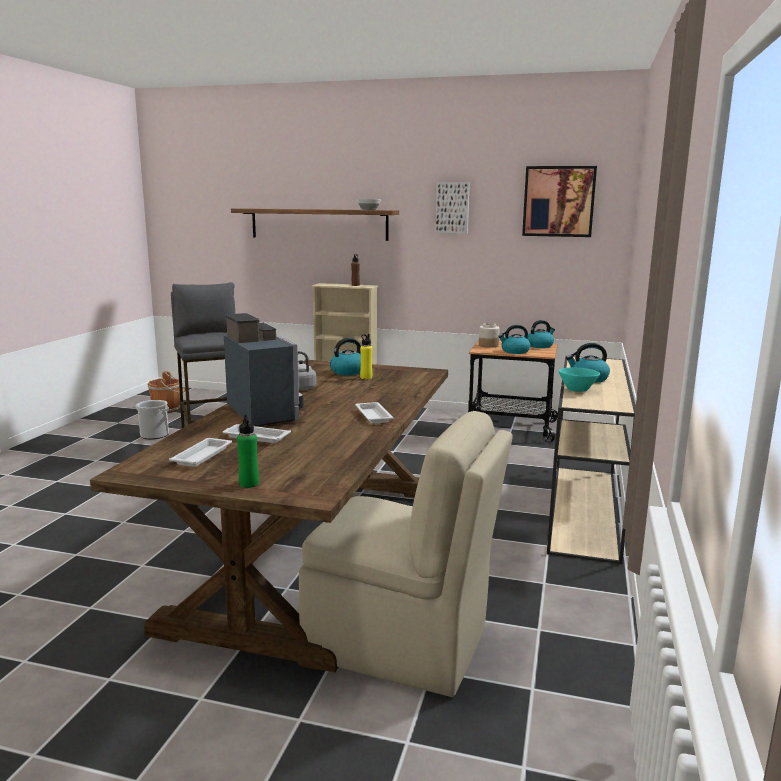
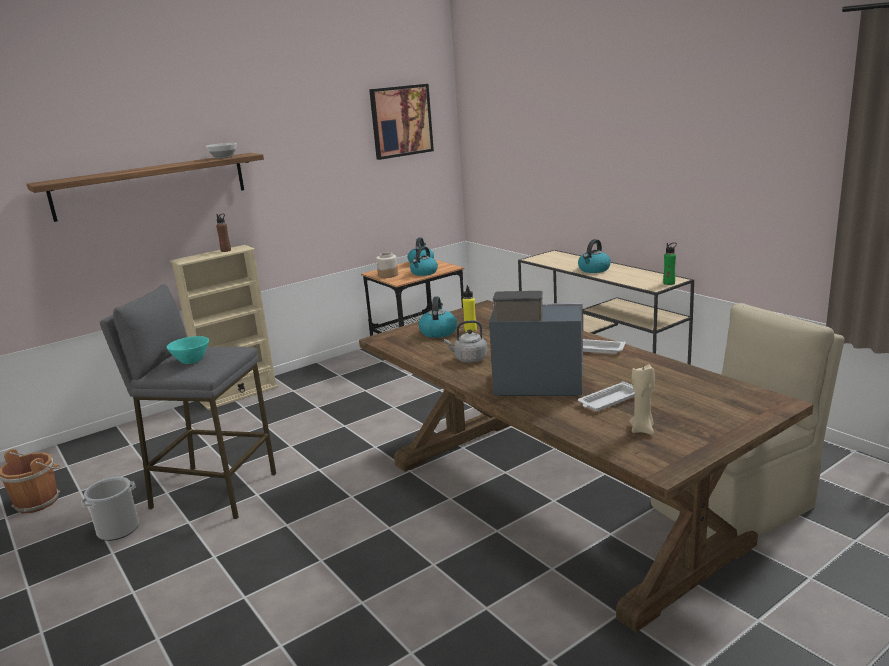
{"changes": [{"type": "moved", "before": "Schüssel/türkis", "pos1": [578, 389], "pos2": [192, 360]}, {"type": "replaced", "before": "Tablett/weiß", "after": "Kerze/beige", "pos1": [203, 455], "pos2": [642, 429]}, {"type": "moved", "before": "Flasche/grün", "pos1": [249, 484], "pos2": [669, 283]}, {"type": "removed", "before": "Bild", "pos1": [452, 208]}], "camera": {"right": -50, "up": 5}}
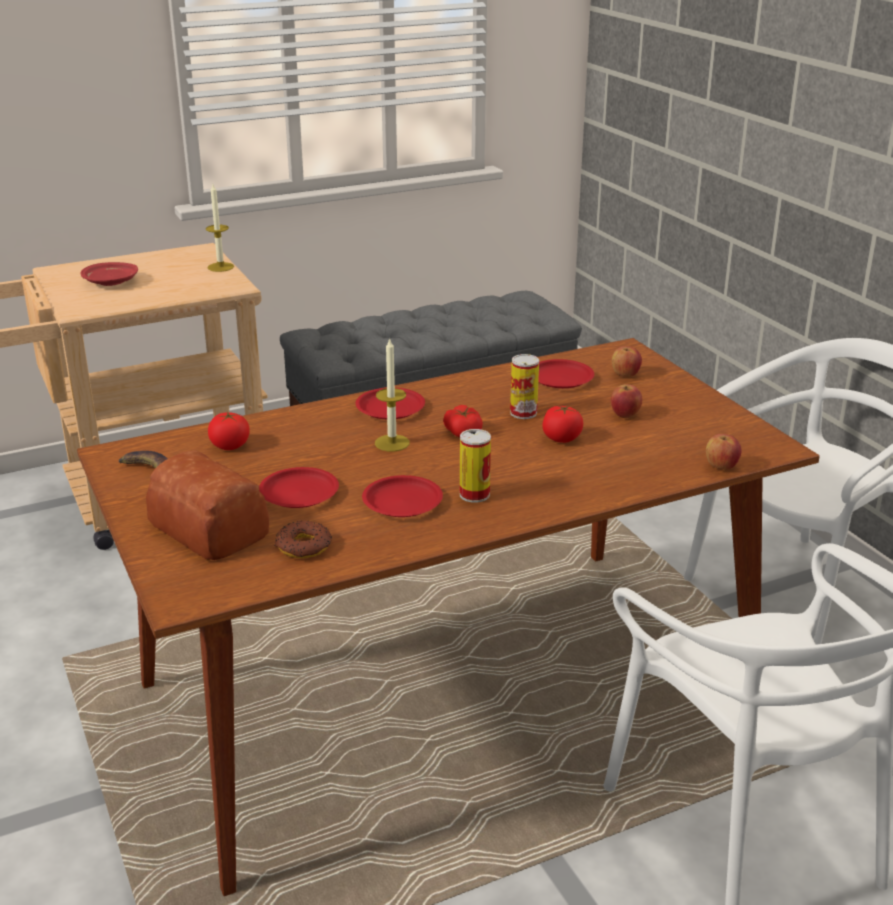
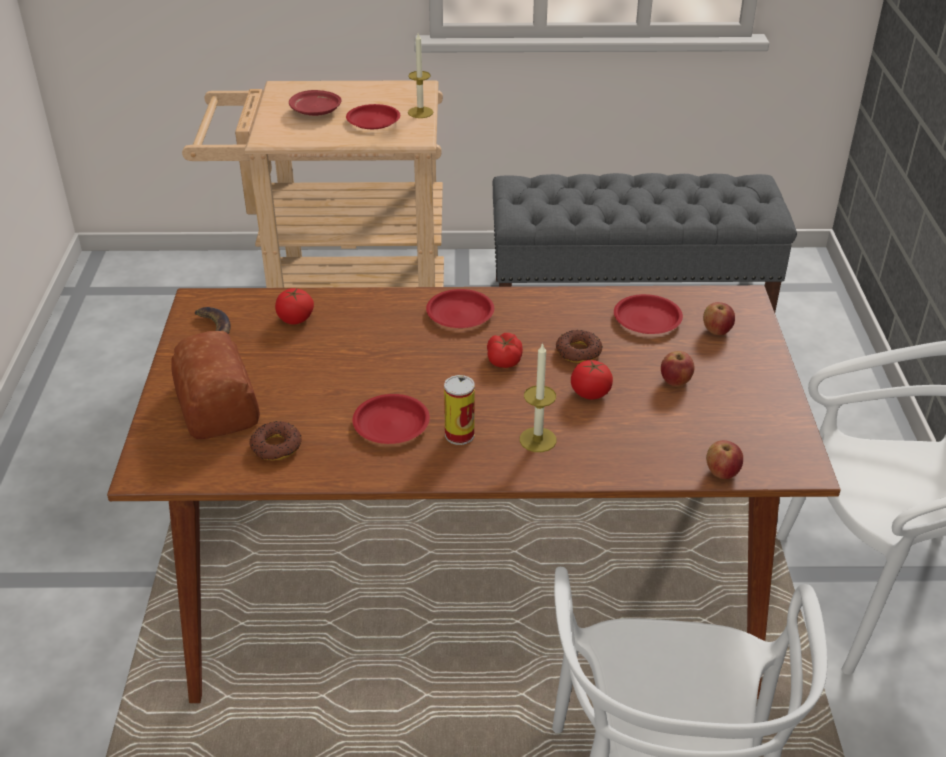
{"changes": [{"type": "moved", "before": "Teller/rot", "pos1": [300, 493], "pos2": [374, 120]}, {"type": "moved", "before": "Kerze", "pos1": [392, 443], "pos2": [538, 439]}, {"type": "replaced", "before": "Dose", "after": "Donut", "pos1": [523, 413], "pos2": [578, 352]}], "camera": {"right": 25, "up": 10}}
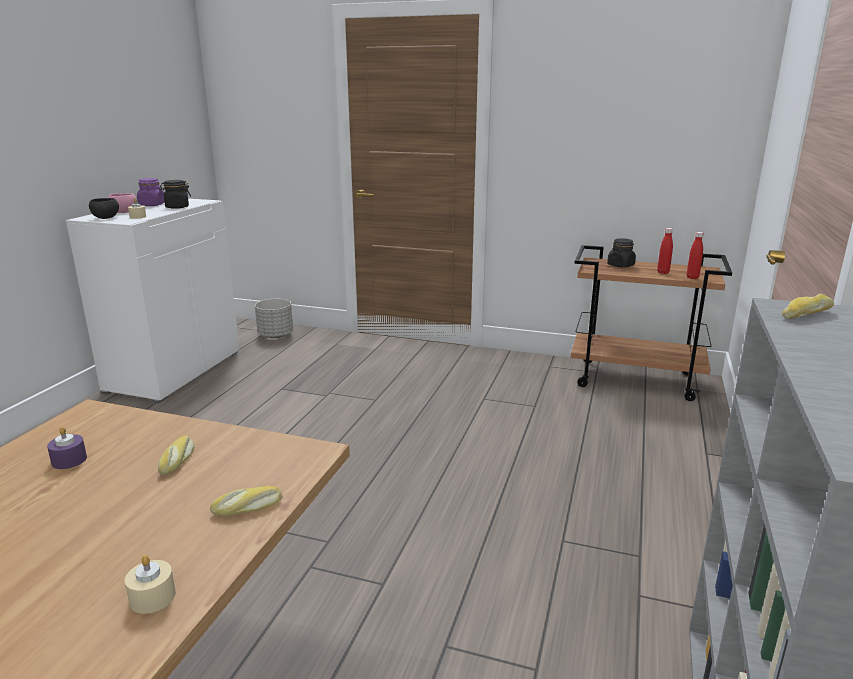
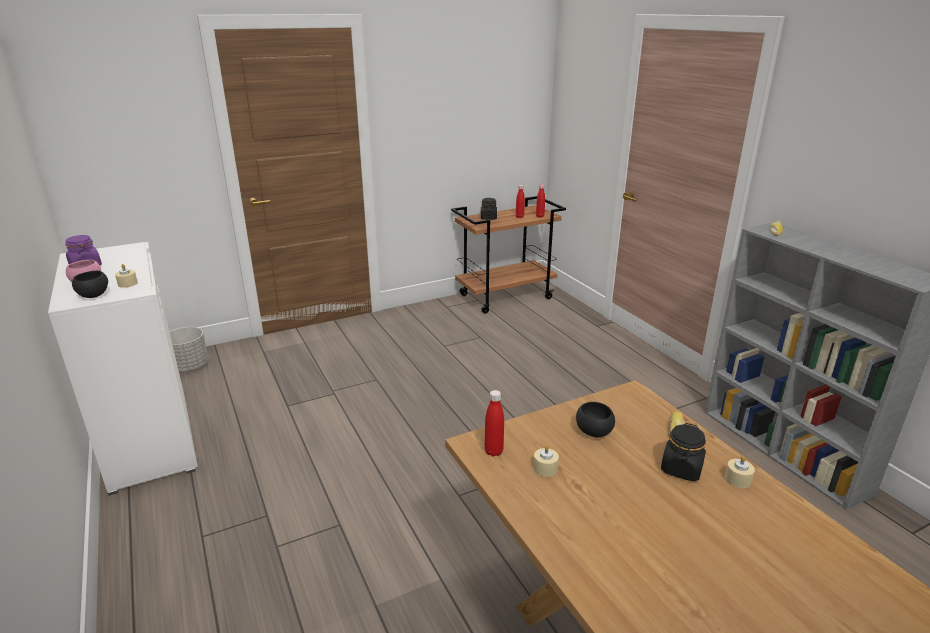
{"changes": [{"type": "added", "after": "Flasche/rot", "pos2": [493, 451]}, {"type": "recoloured", "before": "Kerze/lila", "after": "Kerze/beige", "pos1": [69, 460], "pos2": [545, 468]}, {"type": "replaced", "before": "Brot", "after": "Schüssel/schwarz", "pos1": [178, 460], "pos2": [594, 432]}, {"type": "moved", "before": "Vorratsglas/schwarz", "pos1": [177, 207], "pos2": [681, 469]}], "camera": {"right": -45, "up": 5}}
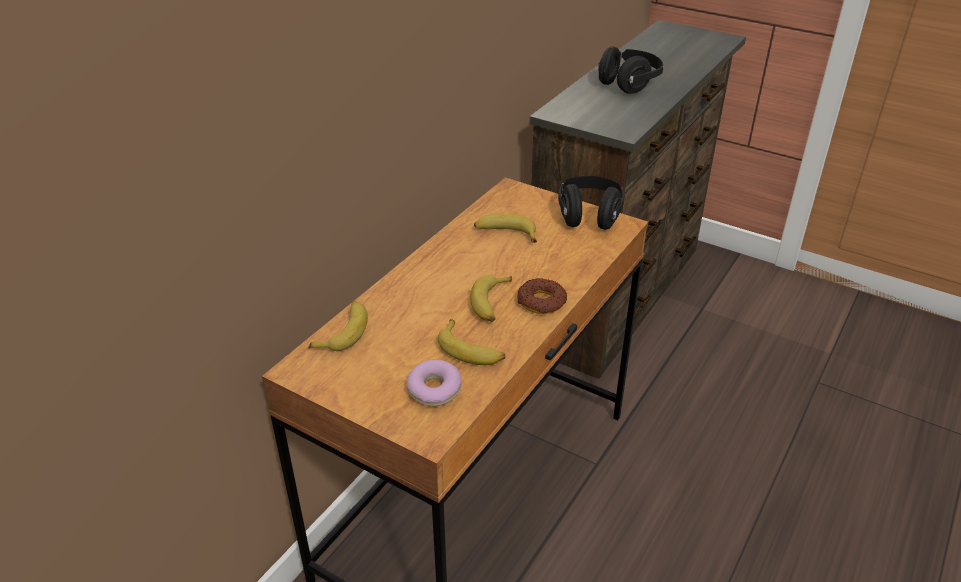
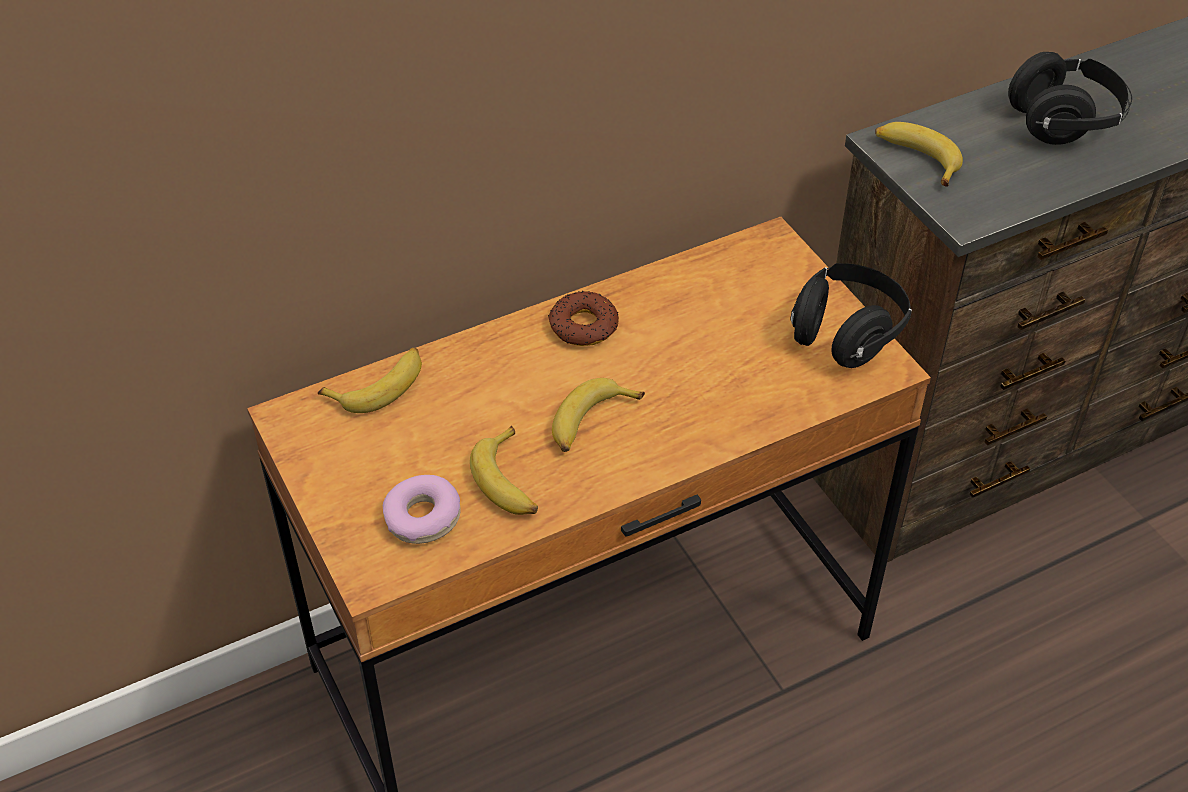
{"changes": [{"type": "moved", "before": "Donut", "pos1": [541, 302], "pos2": [583, 326]}, {"type": "moved", "before": "Banane", "pos1": [505, 233], "pos2": [916, 158]}], "camera": {"right": 30, "up": 10}}
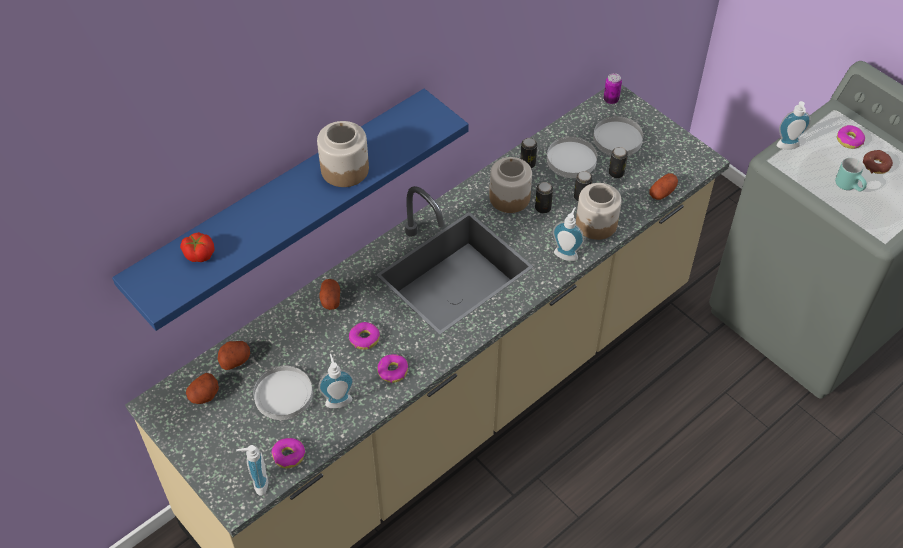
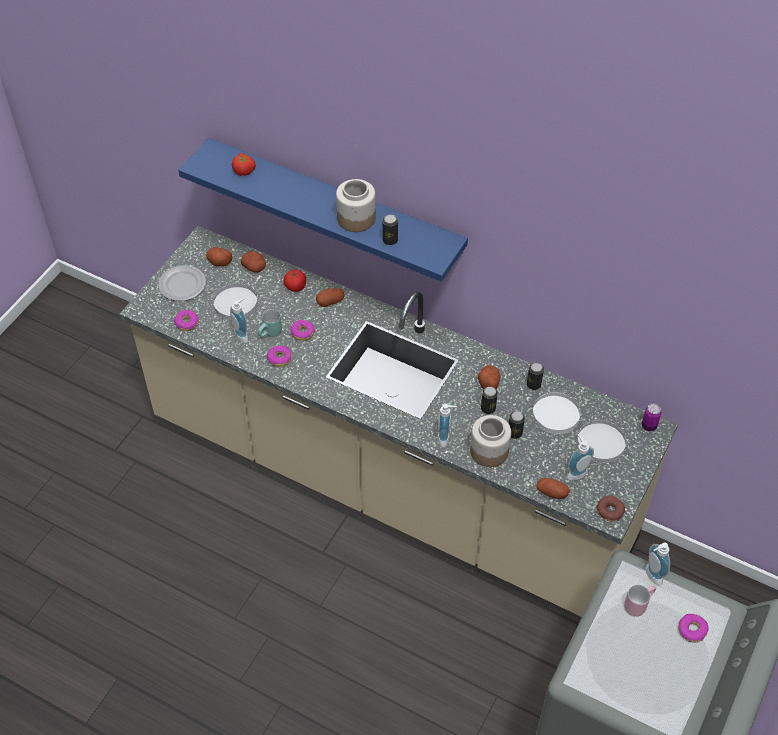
{"changes": [{"type": "added", "after": "Teller", "pos2": [182, 285]}, {"type": "moved", "before": "Henkelbecher/türkis", "pos1": [850, 186], "pos2": [271, 334]}, {"type": "added", "after": "Tomate", "pos2": [295, 287]}, {"type": "moved", "before": "Dose", "pos1": [616, 173], "pos2": [390, 240]}, {"type": "replaced", "before": "Vorratsglas", "after": "Kartoffel", "pos1": [509, 197], "pos2": [488, 382]}, {"type": "moved", "before": "Seifenspender", "pos1": [257, 483], "pos2": [575, 472]}, {"type": "moved", "before": "Donut", "pos1": [876, 165], "pos2": [610, 511]}, {"type": "added", "after": "Henkelbecher/rosa", "pos2": [637, 603]}], "camera": {"right": 70, "up": 0}}
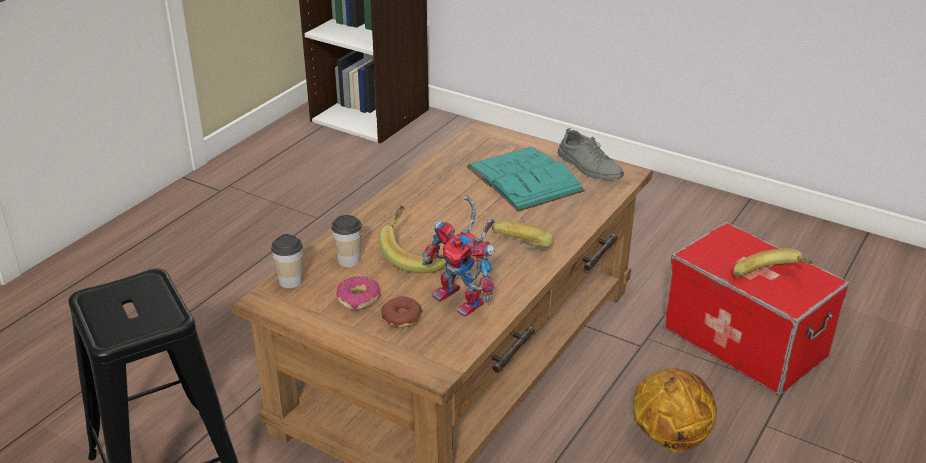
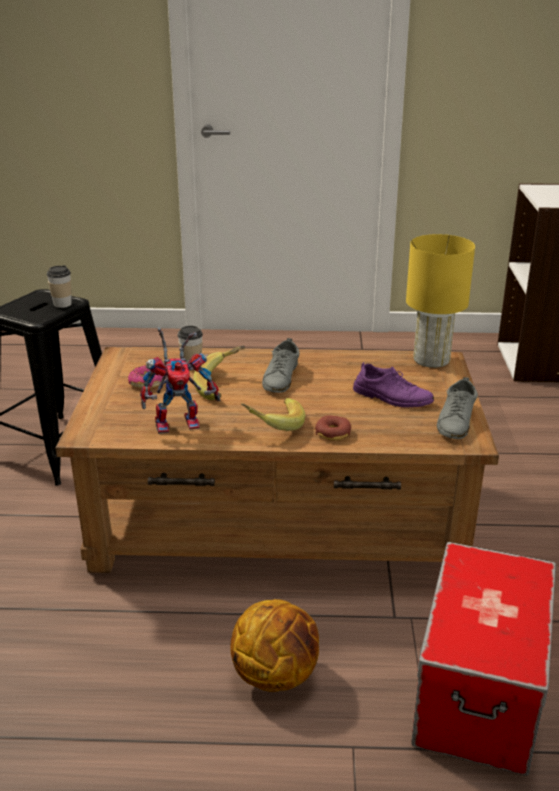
{"changes": [{"type": "moved", "before": "Tasse", "pos1": [290, 281], "pos2": [62, 304]}, {"type": "turned", "before": "Spielzeugroboter", "pos1": [465, 301], "pos2": [180, 422], "turn": -120}, {"type": "added", "after": "Schuh/grau", "pos2": [281, 377]}, {"type": "moved", "before": "Donut", "pos1": [402, 317], "pos2": [333, 433]}, {"type": "replaced", "before": "Buch/türkis", "after": "Schuh/lila", "pos1": [524, 179], "pos2": [392, 397]}, {"type": "added", "after": "Tischlampe/gelb", "pos2": [432, 359]}, {"type": "removed", "before": "Banane", "pos1": [771, 280]}], "camera": {"right": 60, "up": -5}}
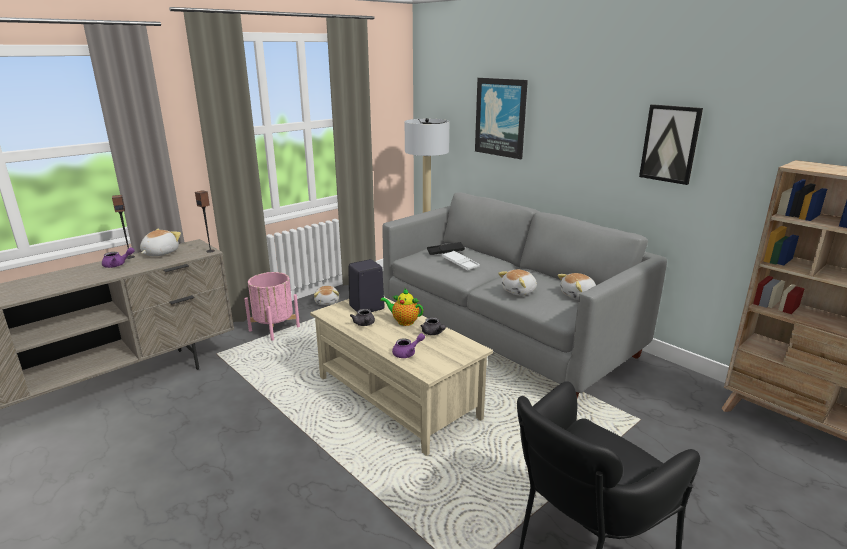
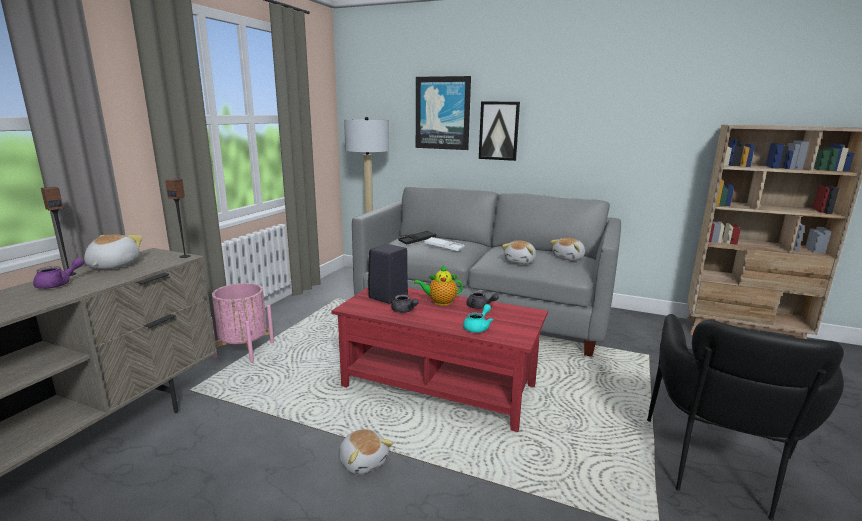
{"changes": [{"type": "recoloured", "before": "Couchtisch/beige", "after": "Couchtisch/rot", "pos1": [397, 397], "pos2": [439, 386]}, {"type": "moved", "before": "Plüschtier", "pos1": [327, 302], "pos2": [363, 461]}, {"type": "recoloured", "before": "Teekanne/lila", "after": "Teekanne/türkis", "pos1": [407, 353], "pos2": [478, 327]}, {"type": "moved", "before": "Bild", "pos1": [670, 144], "pos2": [499, 131]}], "camera": {"right": -25, "up": -5}}
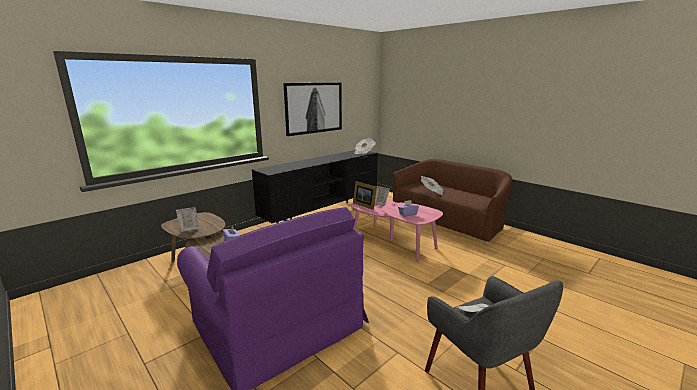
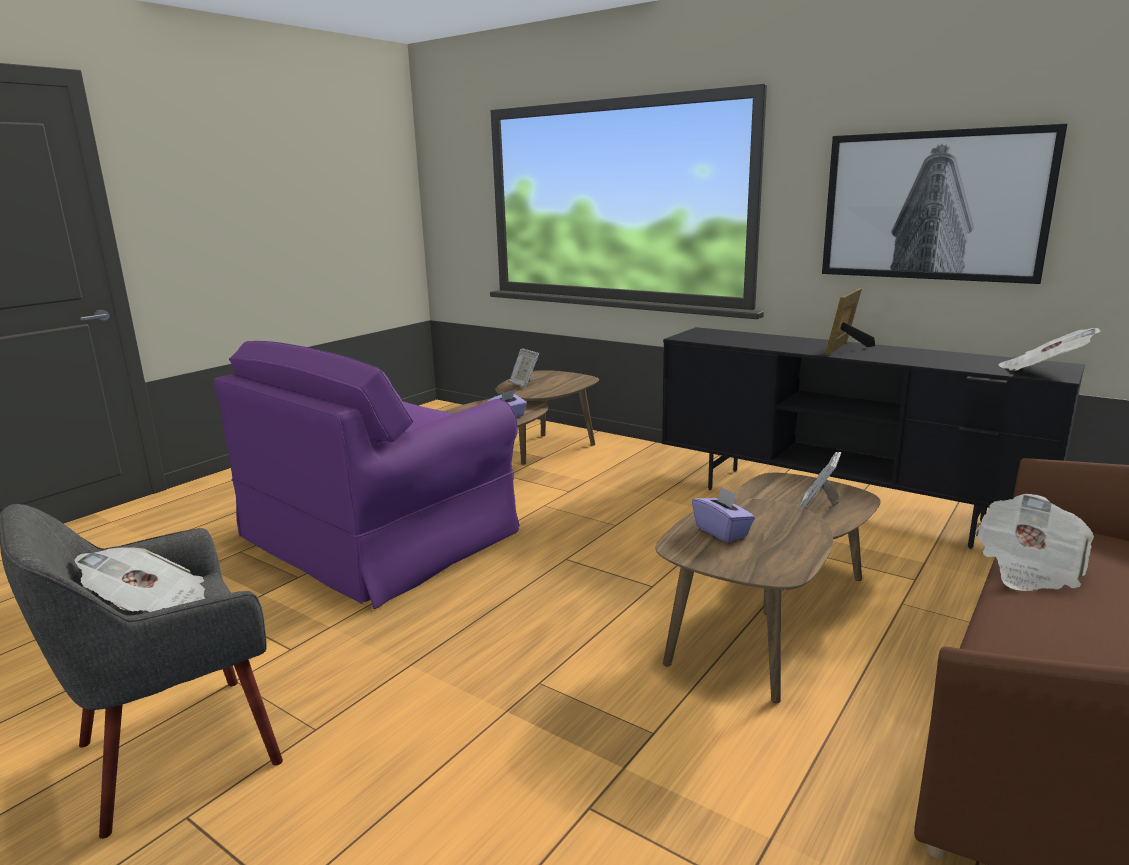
{"changes": [{"type": "recoloured", "before": "Couchtisch/rosa", "after": "Couchtisch/braun", "pos1": [393, 241], "pos2": [769, 616]}, {"type": "moved", "before": "Bilderrahmen", "pos1": [364, 205], "pos2": [846, 349]}], "camera": {"right": 80, "up": 0}}
